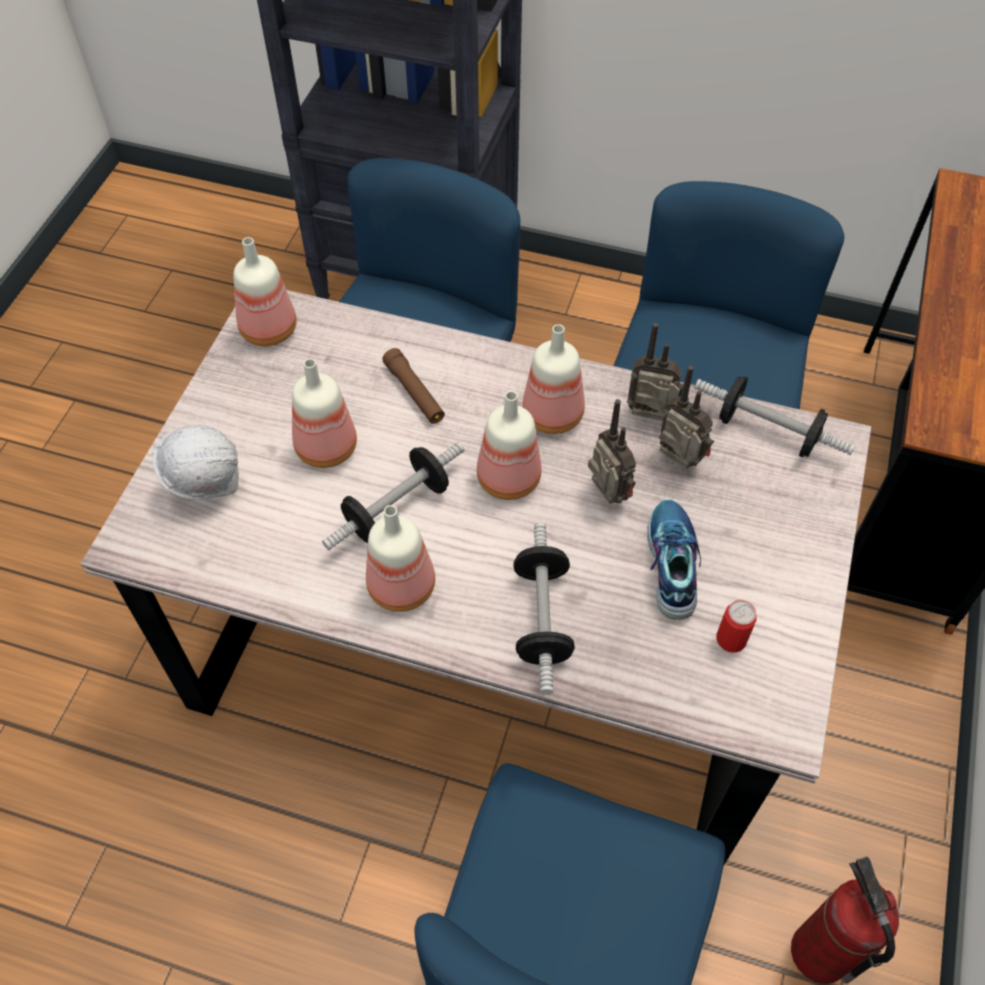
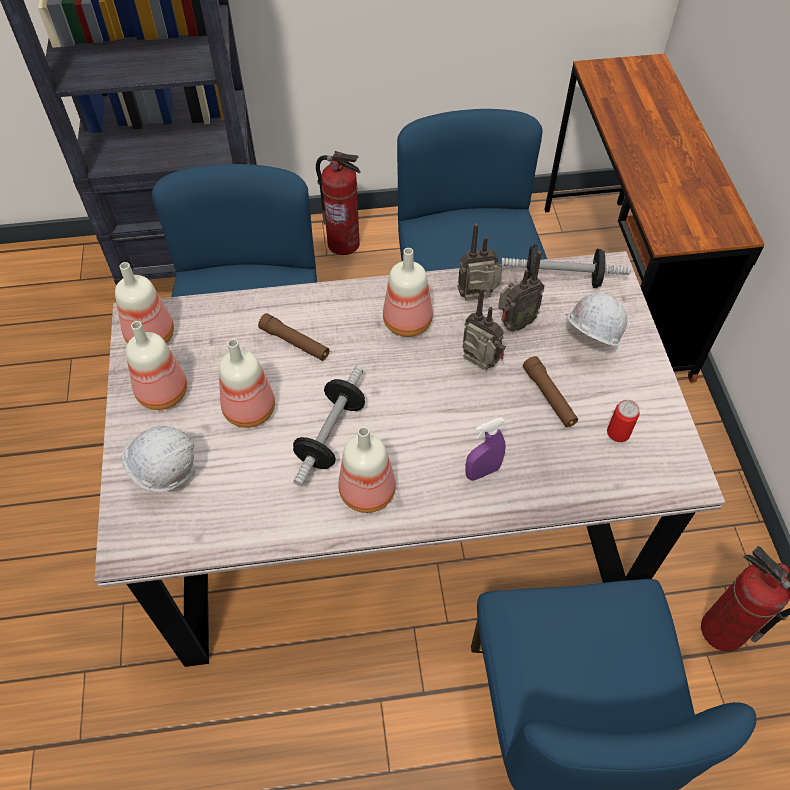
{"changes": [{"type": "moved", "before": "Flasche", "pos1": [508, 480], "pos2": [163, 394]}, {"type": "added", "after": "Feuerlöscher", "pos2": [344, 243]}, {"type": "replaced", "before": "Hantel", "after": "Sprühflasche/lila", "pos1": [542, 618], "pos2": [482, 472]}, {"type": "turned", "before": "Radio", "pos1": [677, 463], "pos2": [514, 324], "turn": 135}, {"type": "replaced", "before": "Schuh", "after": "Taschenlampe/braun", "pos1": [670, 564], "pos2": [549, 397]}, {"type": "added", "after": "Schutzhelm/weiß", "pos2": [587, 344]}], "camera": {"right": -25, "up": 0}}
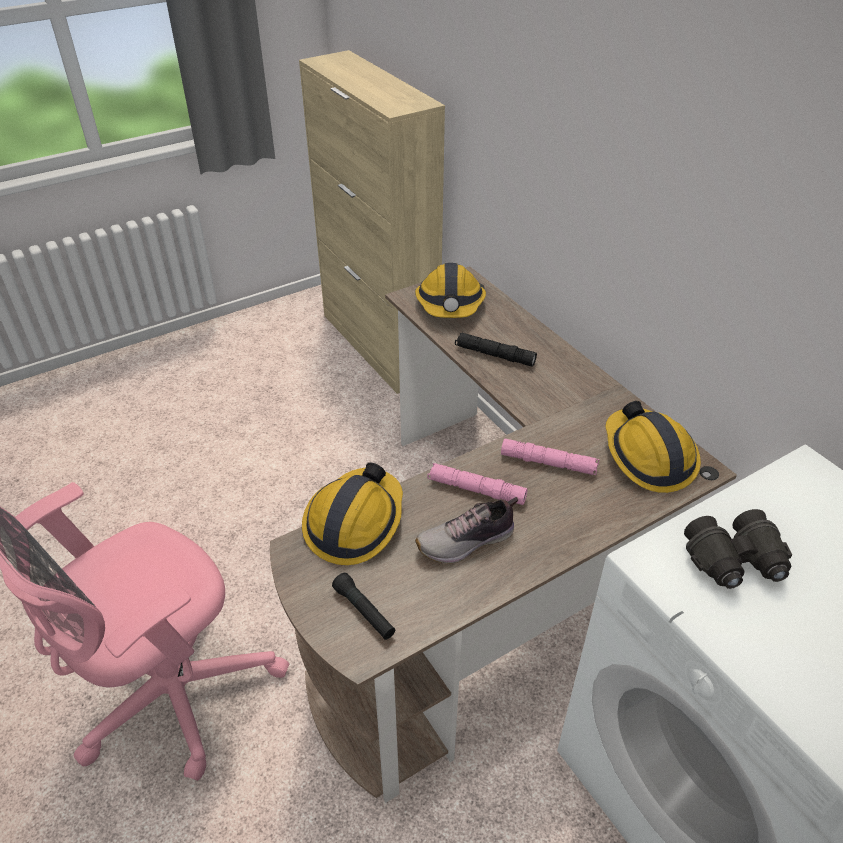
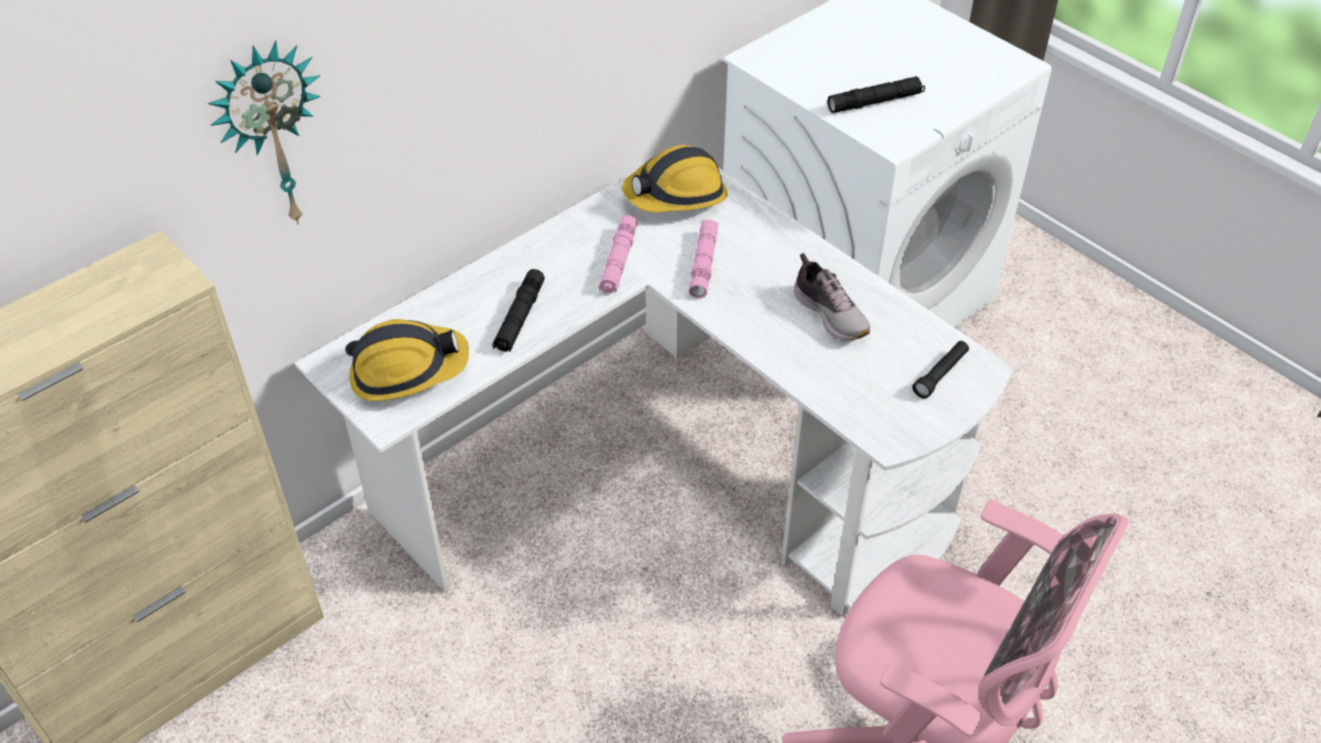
{"changes": [{"type": "added", "after": "Wanduhr", "pos2": [271, 135]}, {"type": "recoloured", "before": "Schreibtisch/braun", "after": "Schreibtisch/weiß", "pos1": [489, 580], "pos2": [672, 467]}, {"type": "moved", "before": "Taschenlampe/rosa", "pos1": [476, 490], "pos2": [618, 261]}, {"type": "replaced", "before": "Fernglas/schwarz", "after": "Taschenlampe/schwarz", "pos1": [735, 562], "pos2": [875, 102]}, {"type": "removed", "before": "Schutzhelm", "pos1": [355, 522]}], "camera": {"right": -100, "up": 5}}
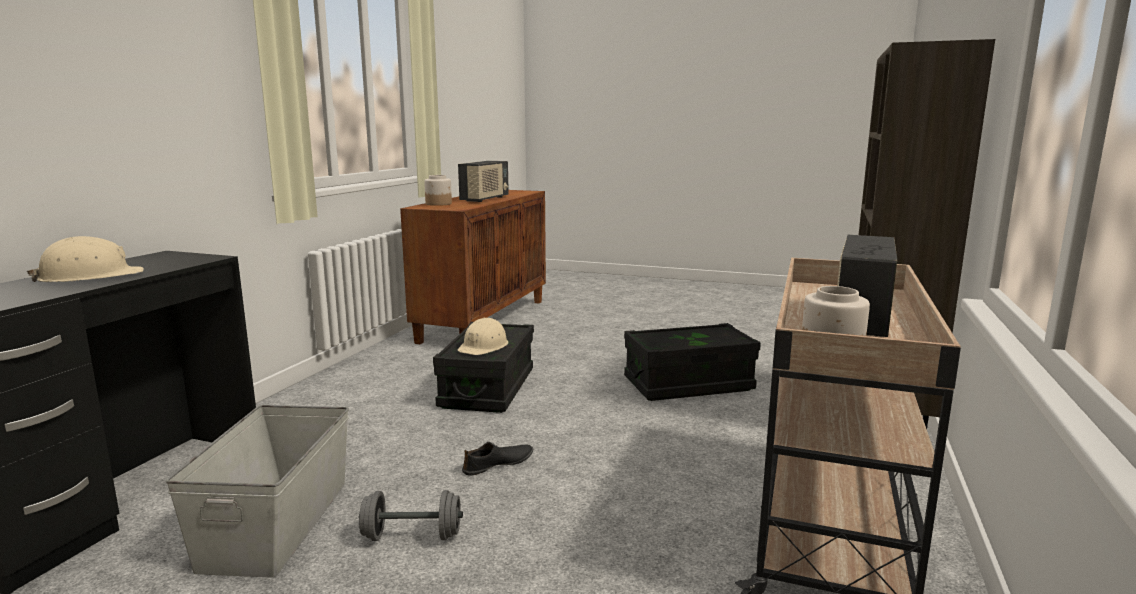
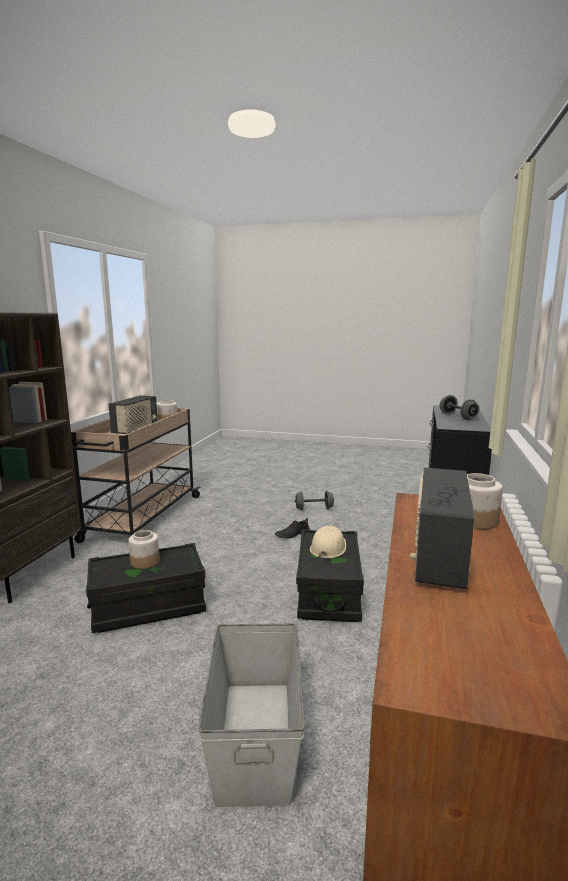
{"changes": [{"type": "added", "after": "Vorratsglas", "pos2": [145, 562]}, {"type": "moved", "before": "Aufbewahrungsbox/grau", "pos1": [278, 523], "pos2": [254, 738]}, {"type": "replaced", "before": "Schutzhelm/beige", "after": "Hantel/grau", "pos1": [90, 277], "pos2": [458, 417]}], "camera": {"right": 175, "up": 0}}
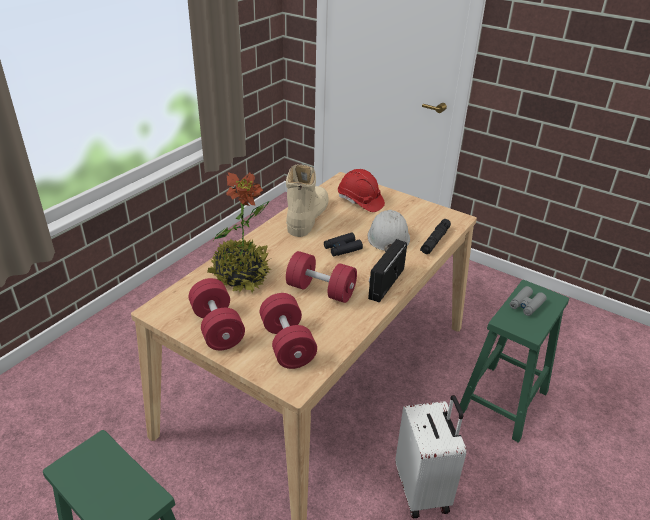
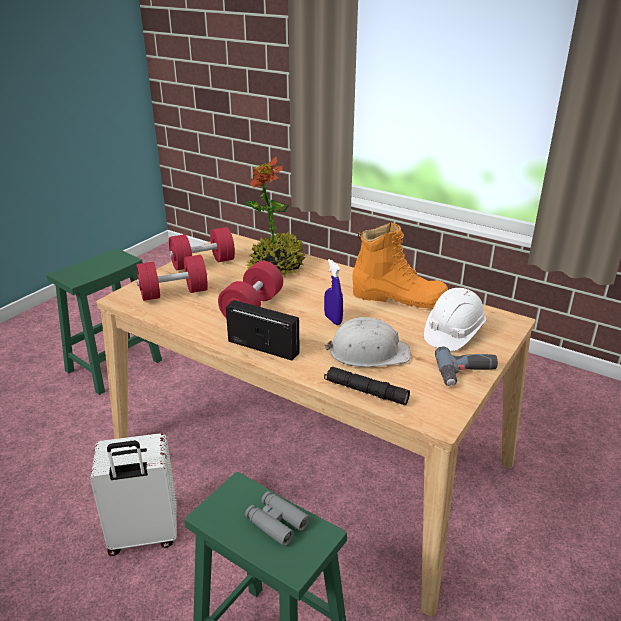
{"changes": [{"type": "replaced", "before": "Fernglas/schwarz", "after": "Sprühflasche/blau", "pos1": [342, 248], "pos2": [333, 320]}, {"type": "recoloured", "before": "Stiefel/beige", "after": "Stiefel/orange", "pos1": [307, 216], "pos2": [399, 297]}, {"type": "recoloured", "before": "Schutzhelm/rot", "after": "Schutzhelm/weiß", "pos1": [360, 201], "pos2": [453, 333]}, {"type": "added", "after": "Bohrmaschine", "pos2": [467, 374]}], "camera": {"right": 90, "up": -5}}
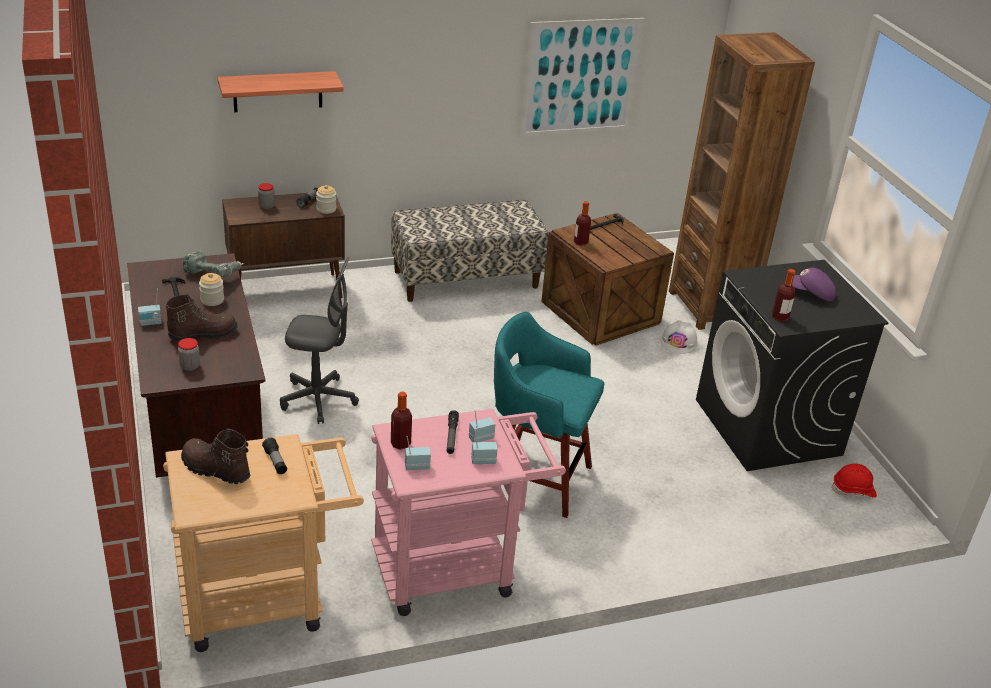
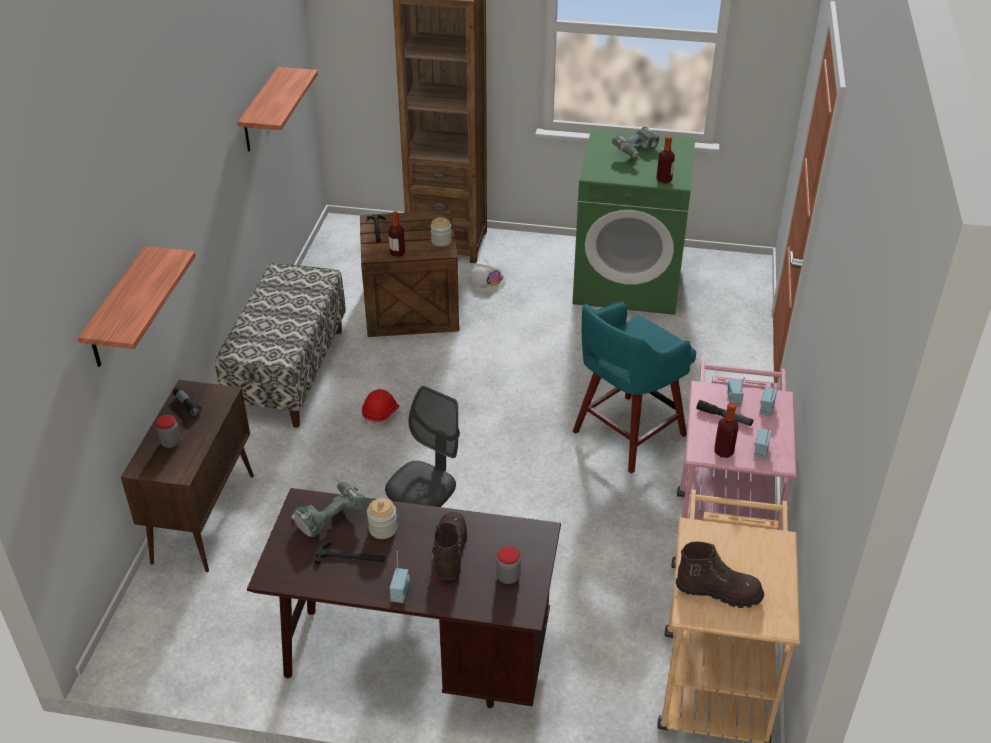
{"changes": [{"type": "replaced", "before": "Bild", "after": "Wandregal", "pos1": [581, 77], "pos2": [260, 111]}, {"type": "moved", "before": "Schutzhelm/rot", "pos1": [853, 490], "pos2": [381, 414]}, {"type": "moved", "before": "Vorratsglas", "pos1": [326, 209], "pos2": [441, 241]}, {"type": "recoloured", "before": "Waschmaschine/schwarz", "after": "Waschmaschine/grün", "pos1": [768, 428], "pos2": [628, 281]}, {"type": "replaced", "before": "Kappe/lila", "after": "Bohrmaschine", "pos1": [811, 294], "pos2": [638, 154]}, {"type": "turned", "before": "Stiefel/braun", "pos1": [215, 470], "pos2": [718, 591], "turn": -135}, {"type": "removed", "before": "Taschenlampe", "pos1": [275, 461]}], "camera": {"right": -60, "up": 5}}
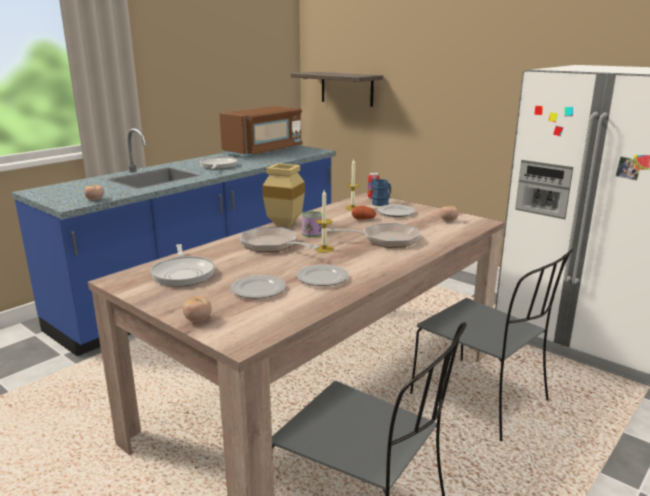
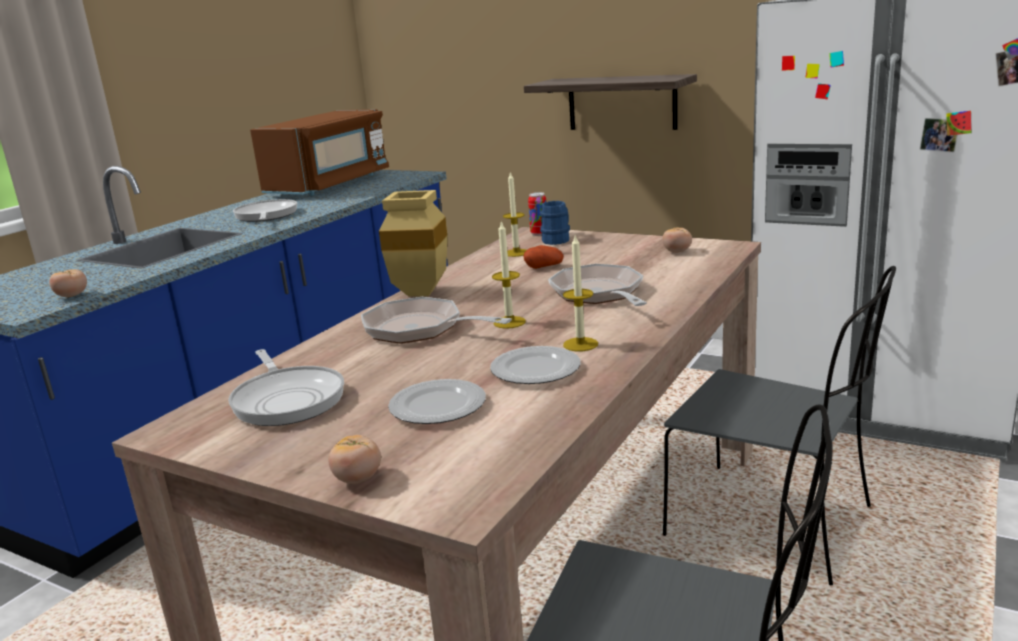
{"changes": [{"type": "moved", "before": "Wandregal", "pos1": [347, 88], "pos2": [622, 103]}, {"type": "turned", "before": "Pfanne", "pos1": [385, 240], "pos2": [599, 294], "turn": -90}, {"type": "added", "after": "Kerze", "pos2": [580, 344]}, {"type": "removed", "before": "Henkelbecher", "pos1": [314, 232]}, {"type": "removed", "before": "Teller", "pos1": [395, 213]}], "camera": {"right": -10, "up": 0}}
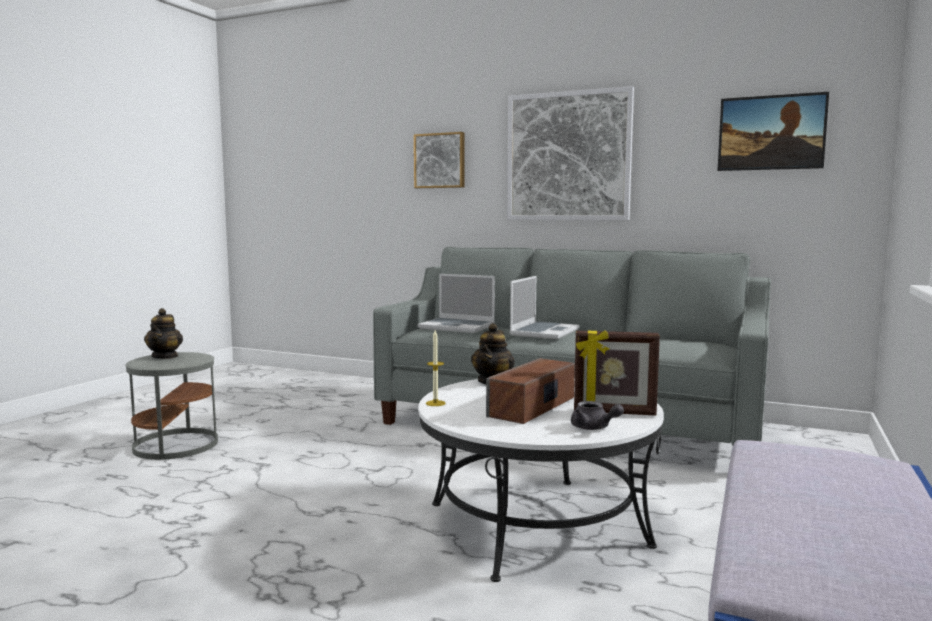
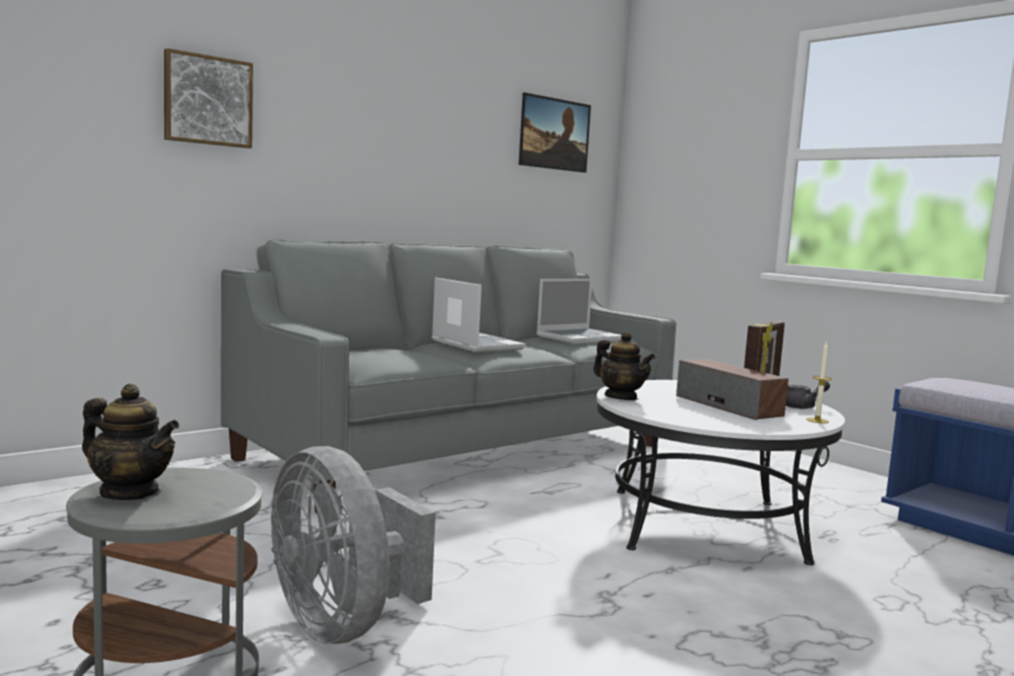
{"changes": [{"type": "added", "after": "Ventilator/grau", "pos2": [342, 624]}, {"type": "moved", "before": "Laptop", "pos1": [458, 327], "pos2": [580, 338]}, {"type": "moved", "before": "Kerze", "pos1": [435, 403], "pos2": [817, 420]}, {"type": "removed", "before": "Bild", "pos1": [568, 156]}], "camera": {"right": -65, "up": 0}}
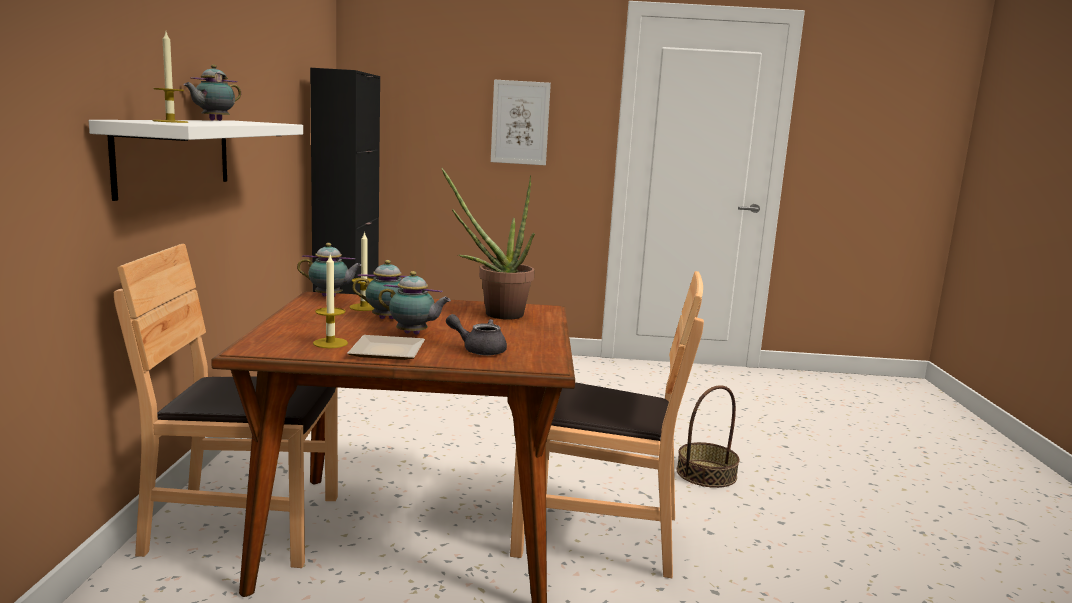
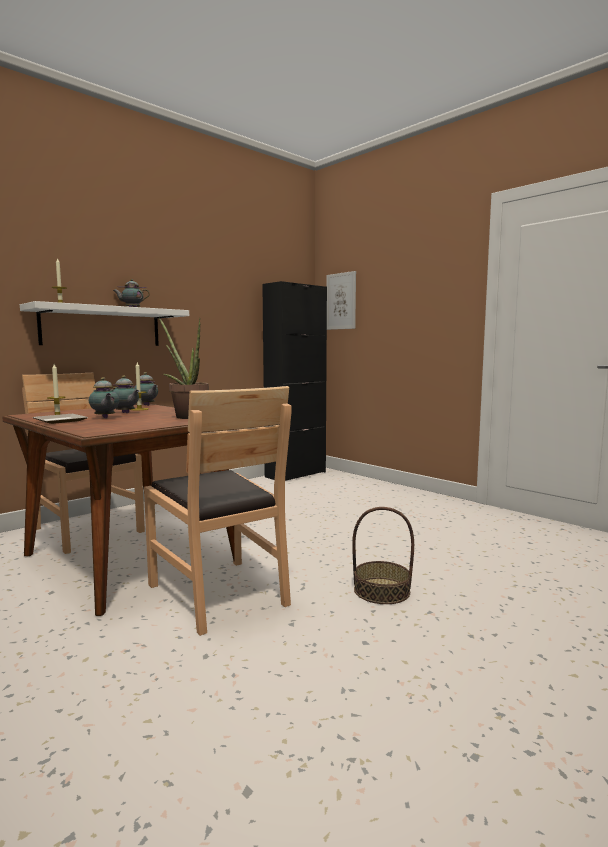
{"changes": [{"type": "moved", "before": "Bild", "pos1": [520, 122], "pos2": [341, 301]}, {"type": "removed", "before": "Teekanne/grau", "pos1": [479, 350]}], "camera": {"right": 45, "up": -5}}
